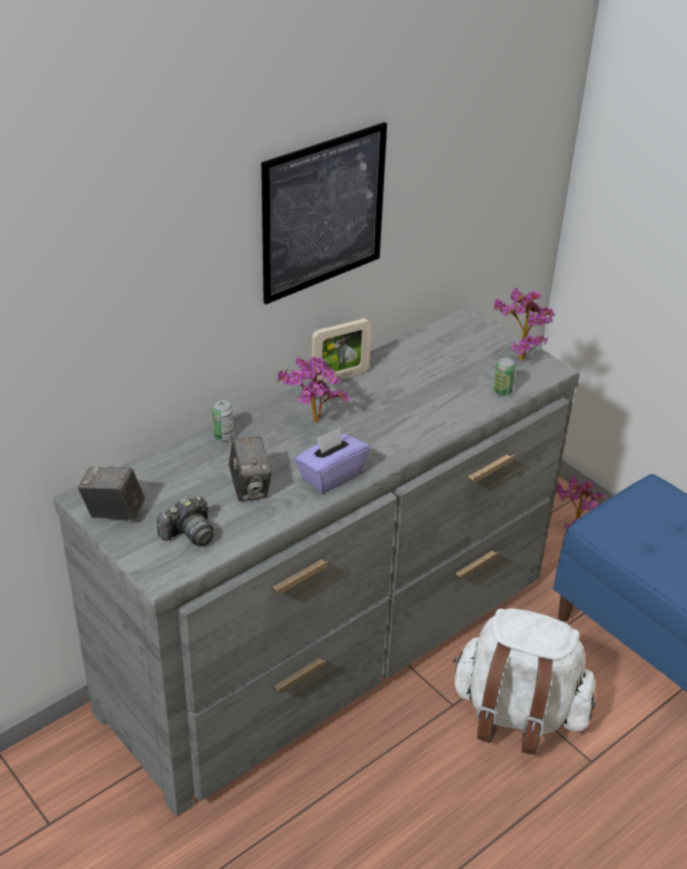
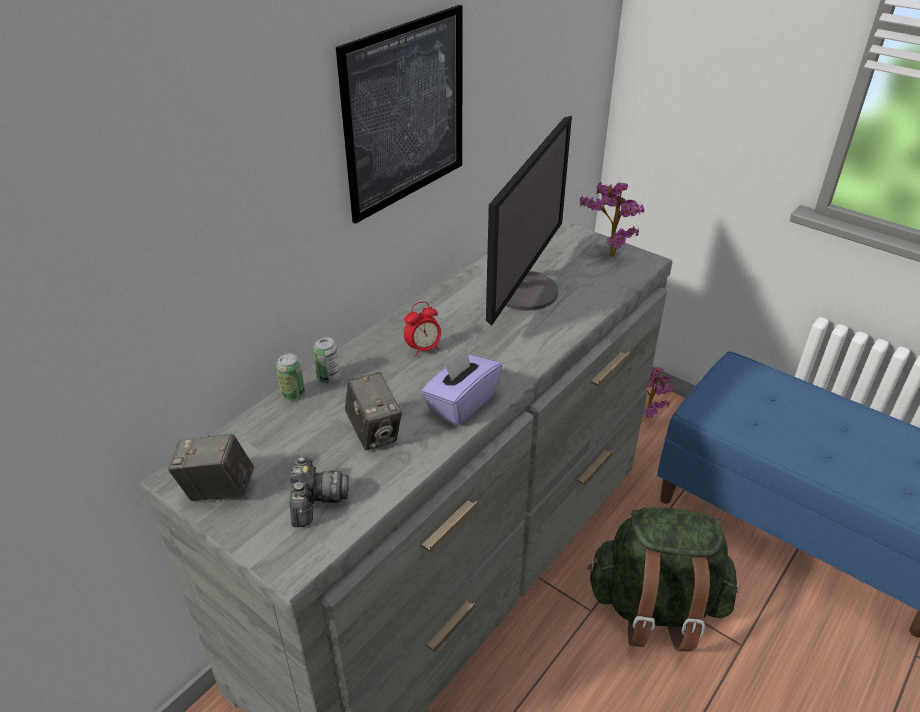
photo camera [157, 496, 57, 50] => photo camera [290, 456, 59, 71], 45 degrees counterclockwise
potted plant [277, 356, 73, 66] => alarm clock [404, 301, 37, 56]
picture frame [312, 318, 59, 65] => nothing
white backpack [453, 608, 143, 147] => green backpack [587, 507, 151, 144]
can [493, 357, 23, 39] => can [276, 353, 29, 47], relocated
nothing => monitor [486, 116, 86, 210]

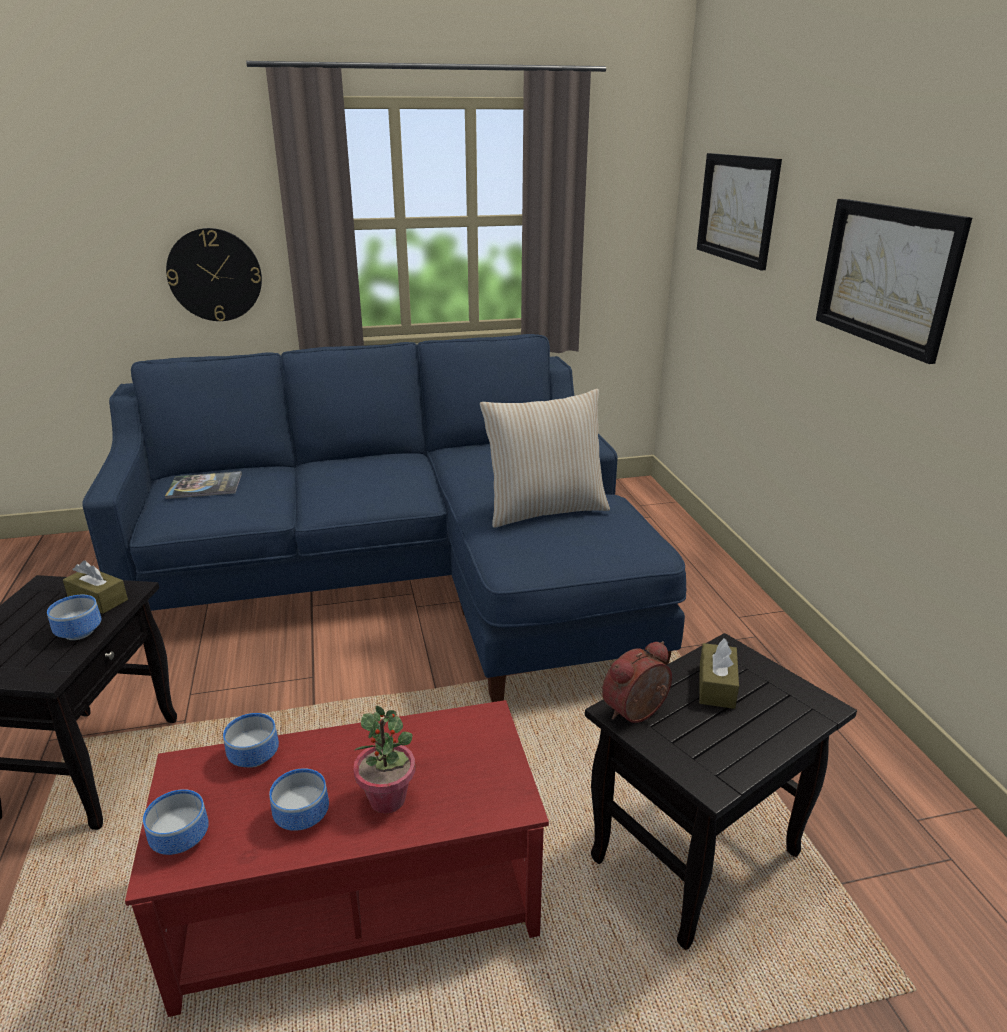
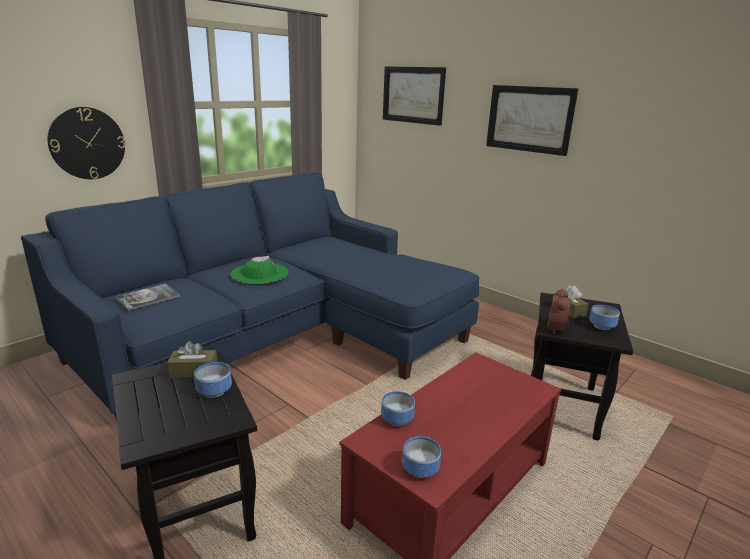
bowl [269, 768, 60, 63] => bowl [589, 305, 31, 25], relocated
potted plant [353, 706, 62, 107] => nothing
beige pillow [480, 389, 130, 139] => nothing
nothing => green hat [231, 256, 57, 28]

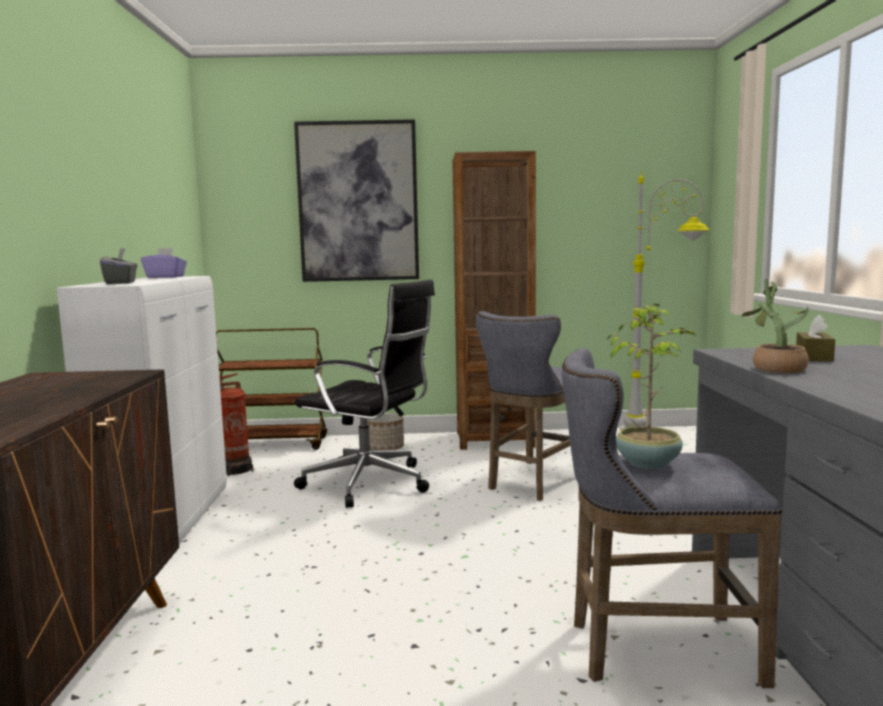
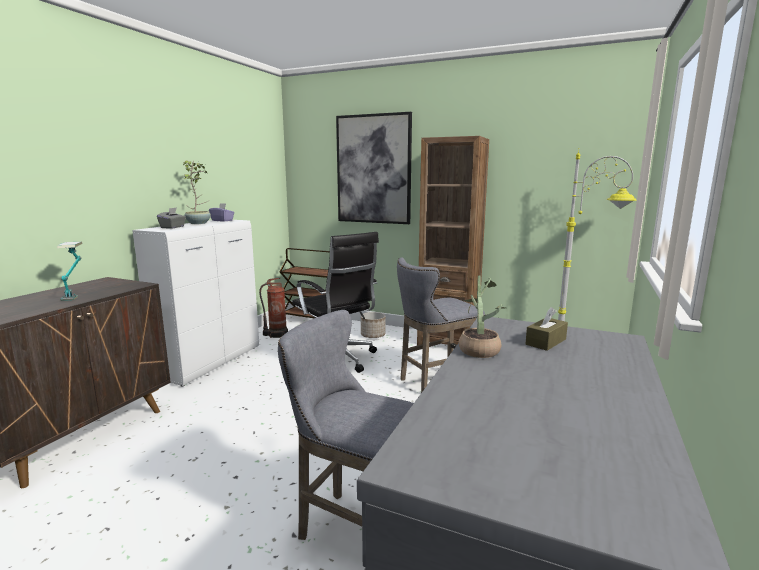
potted plant [607, 303, 88, 166] => potted plant [183, 160, 28, 64], relocated
nothing => table lamp [57, 242, 26, 59]

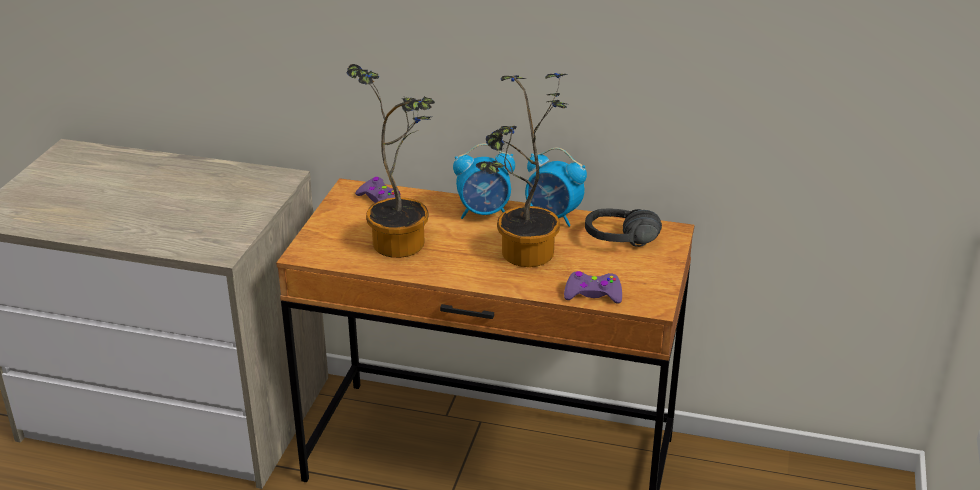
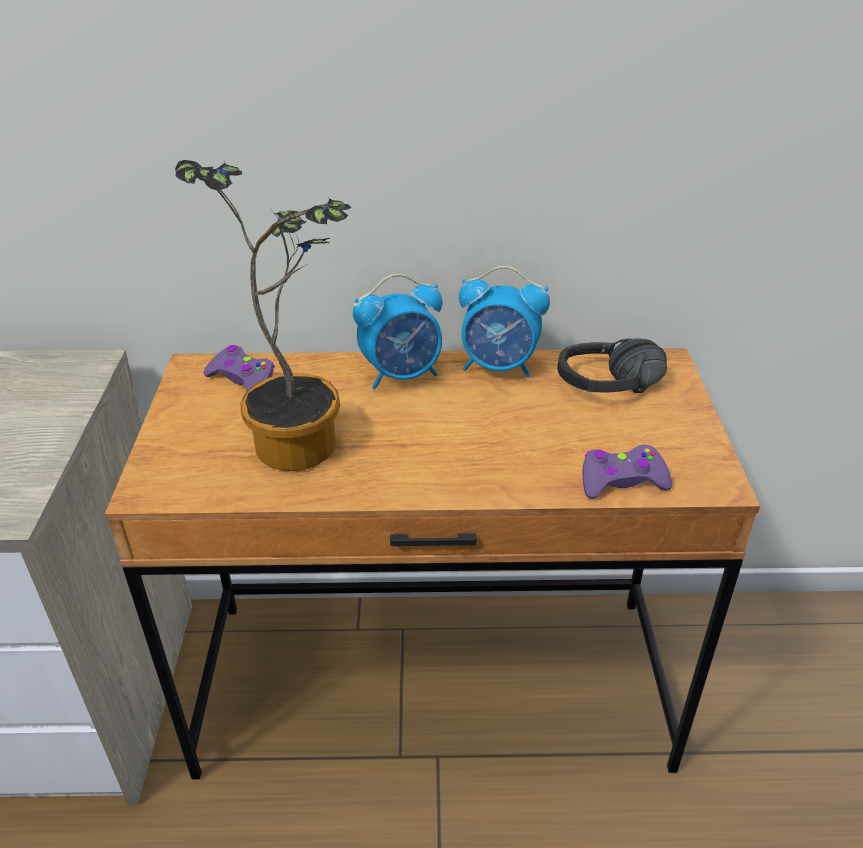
potted plant [476, 73, 92, 194] => nothing

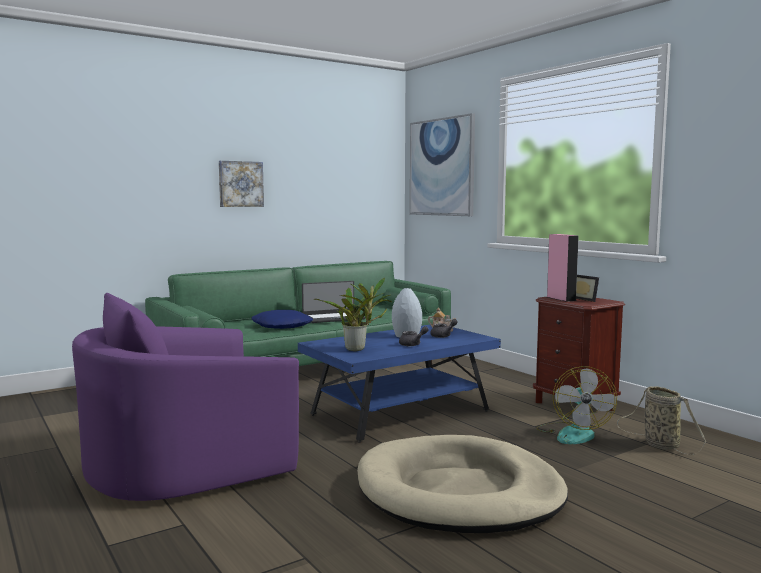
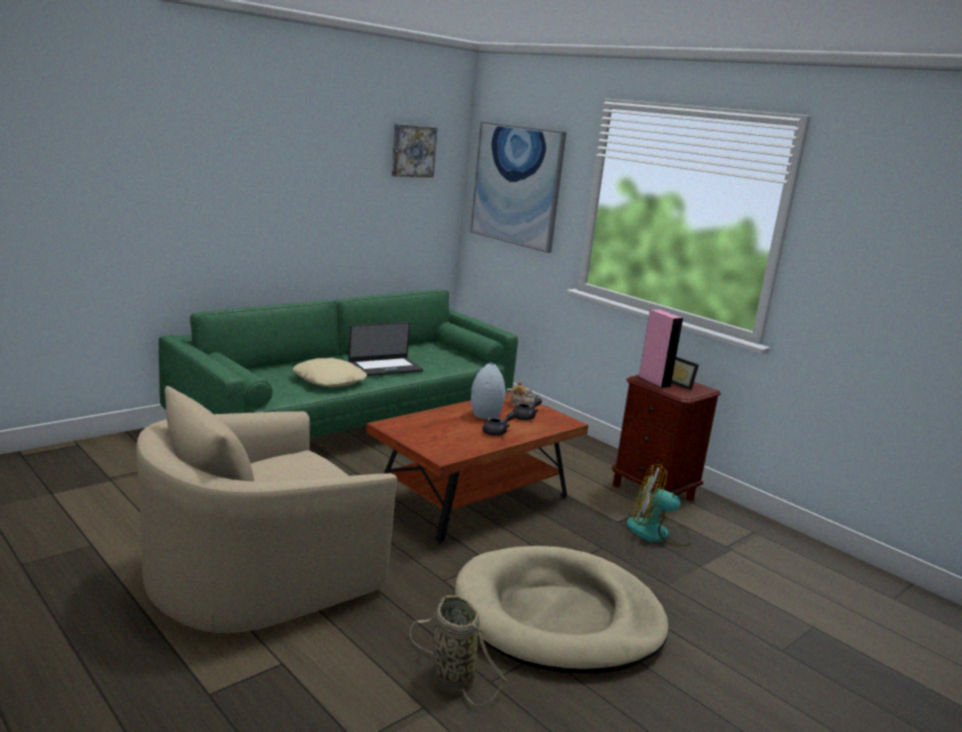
purple armchair [72, 293, 227, 208] => beige armchair [136, 386, 261, 247]
picture [219, 161, 45, 46] => picture [391, 124, 47, 54], relocated
blue pillow [251, 310, 62, 19] => beige pillow [293, 358, 74, 29]
blue coffee table [298, 324, 203, 119] => brown coffee table [366, 392, 222, 152]
potted plant [314, 278, 78, 73] => nothing
fan [536, 366, 81, 78] => fan [627, 464, 64, 82], 105 degrees clockwise
basket [617, 386, 89, 69] => basket [410, 595, 97, 111], relocated

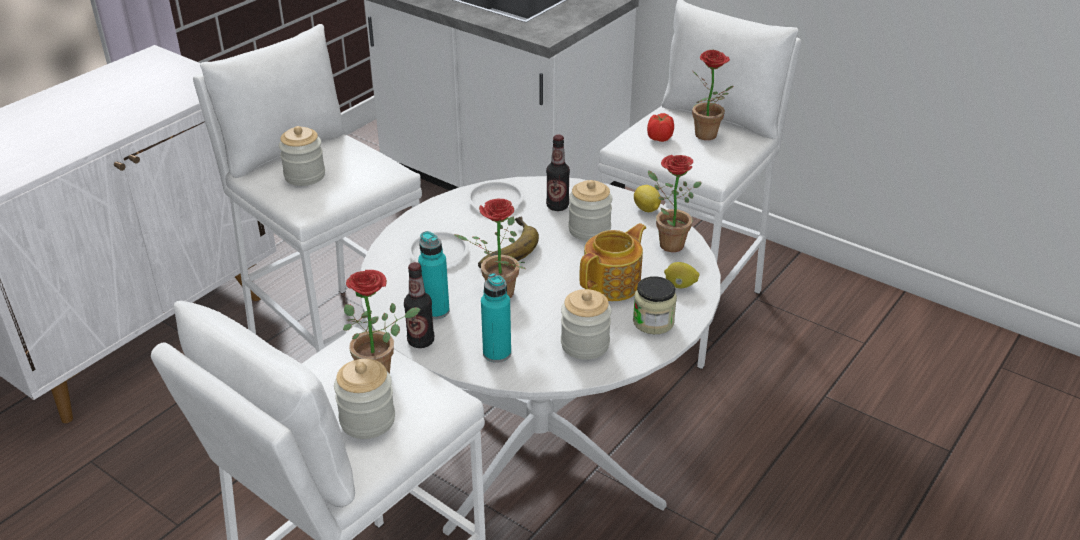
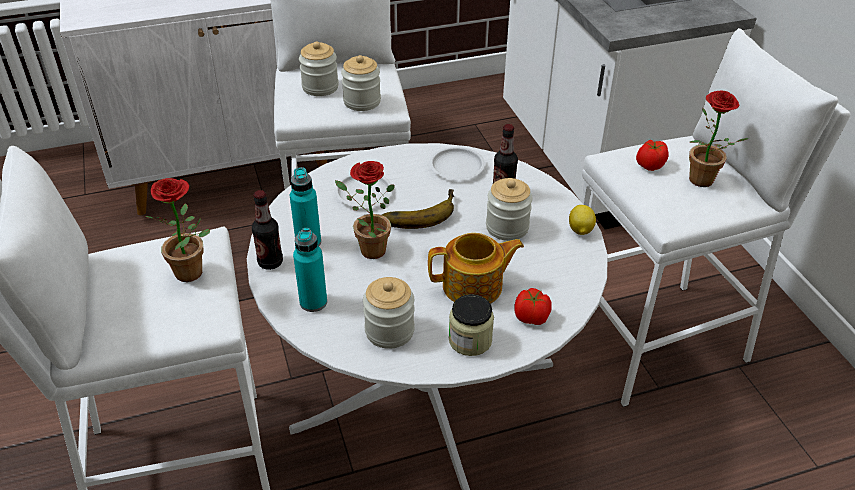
jar [334, 359, 61, 80] => jar [341, 55, 40, 56], relocated
potted plant [648, 155, 54, 97] => nothing
lemon [664, 262, 36, 26] => tomato [514, 288, 37, 37]

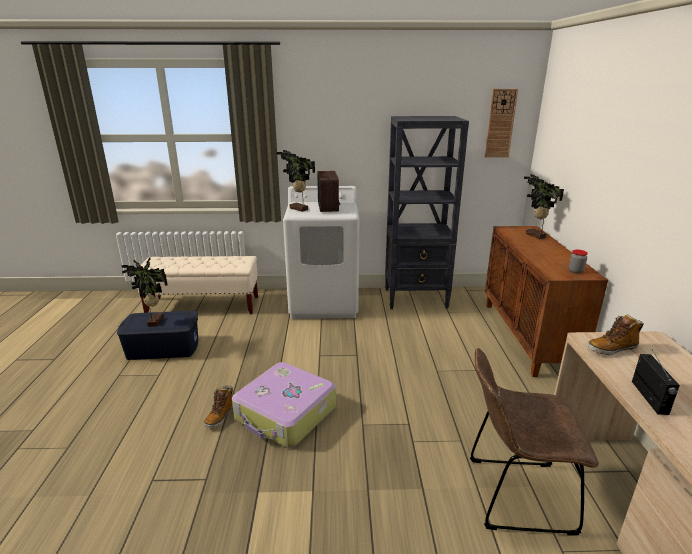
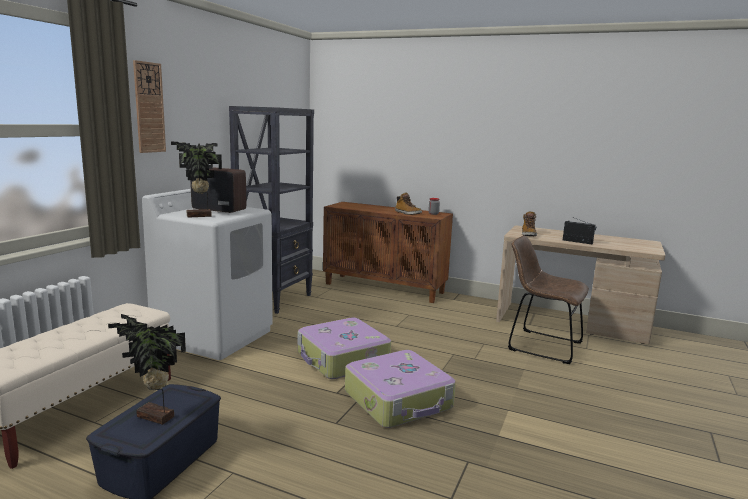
boot [204, 386, 29, 42] => boot [395, 192, 27, 23], relocated
brown chair [470, 348, 129, 187] => brown chair [508, 235, 81, 129], 90 degrees clockwise
wall clock [485, 89, 33, 69] => wall clock [133, 60, 33, 93], relocated
potted plant [524, 174, 40, 65] => nothing
nothing => suitcase [298, 317, 93, 62]

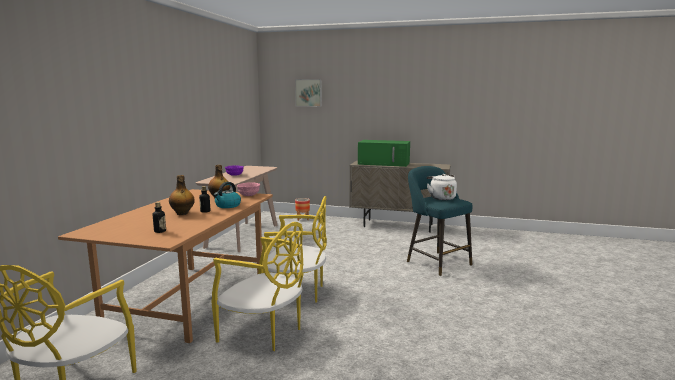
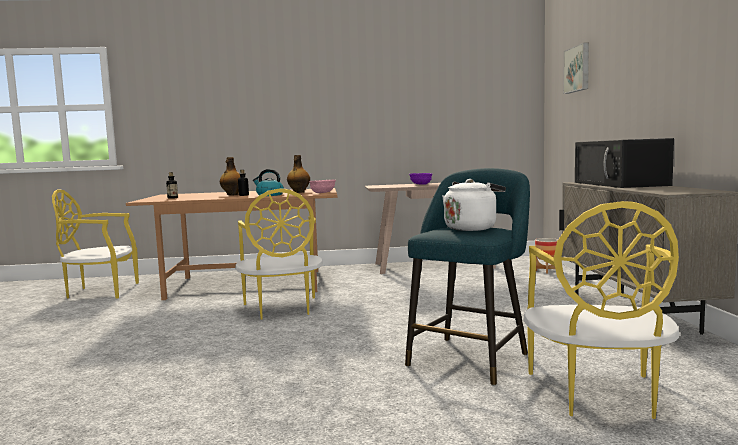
yellow chair [211, 222, 92, 129] => yellow chair [523, 201, 156, 218], relocated
green microwave [358, 140, 52, 27] => black microwave [575, 138, 99, 50]

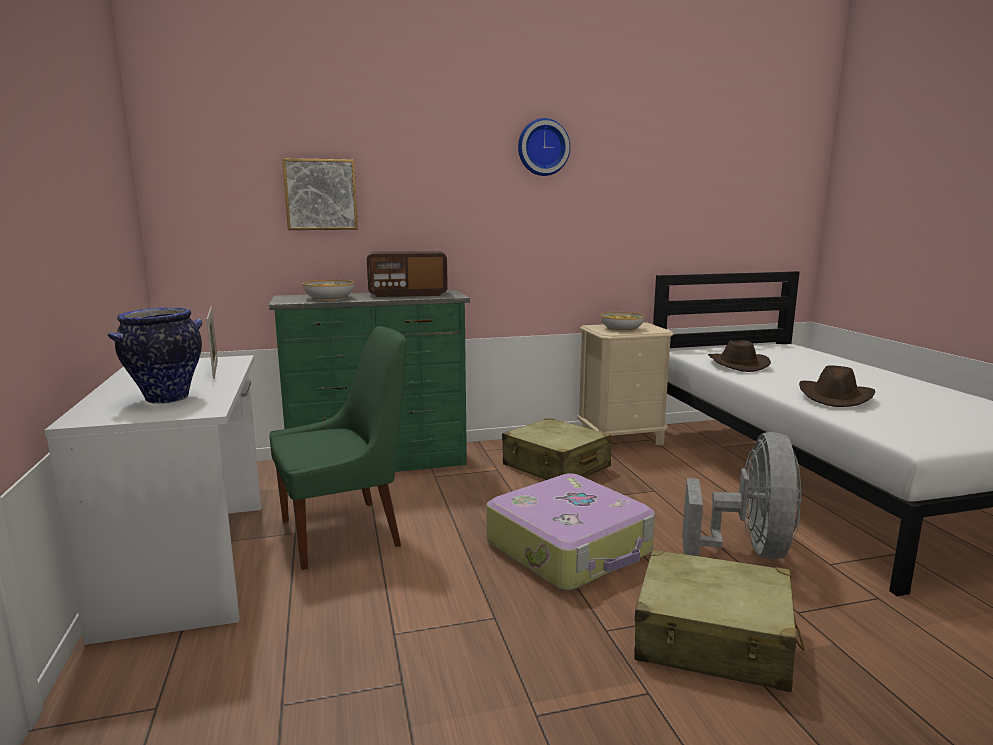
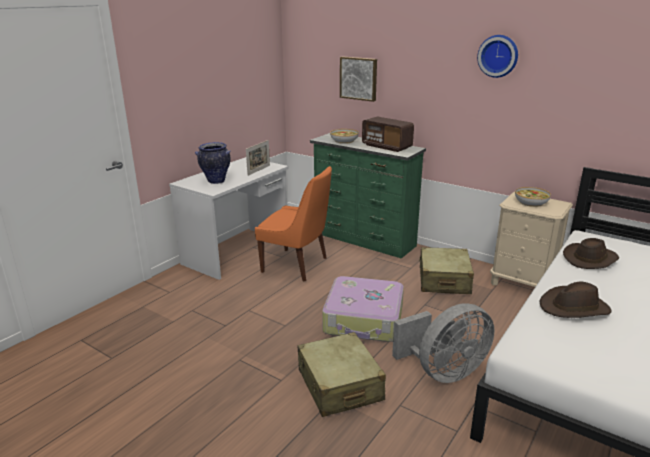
green chair [269, 326, 137, 244] => orange chair [255, 166, 77, 116]

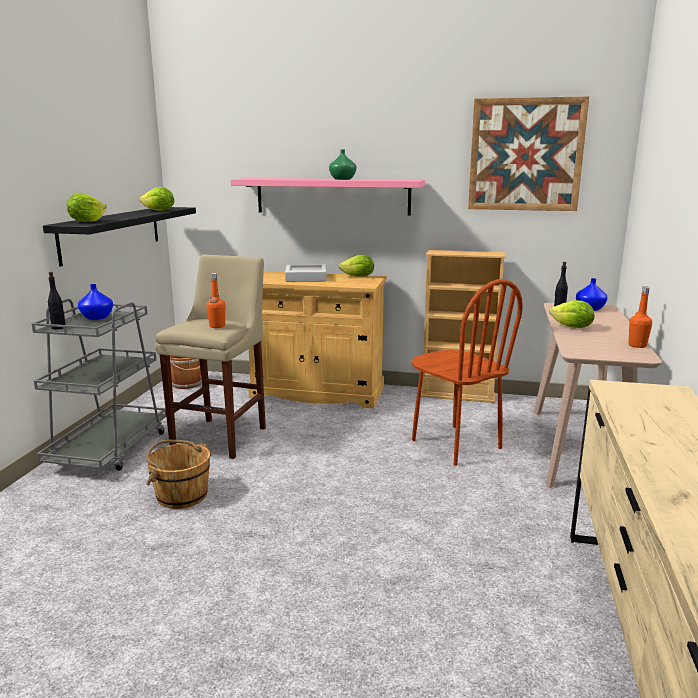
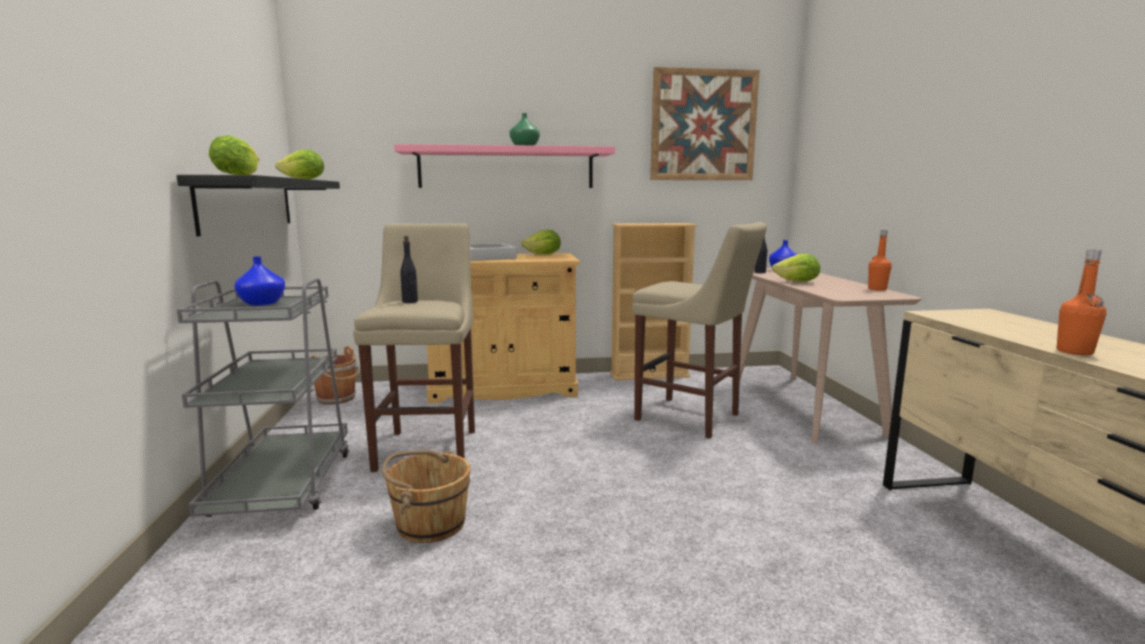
black bottle [48, 272, 18, 57] => black bottle [400, 236, 18, 67], relocated
orange bottle [206, 273, 19, 55] => orange bottle [1057, 250, 49, 105], relocated
brown chair [412, 279, 111, 187] => beige stool [632, 222, 135, 217]

